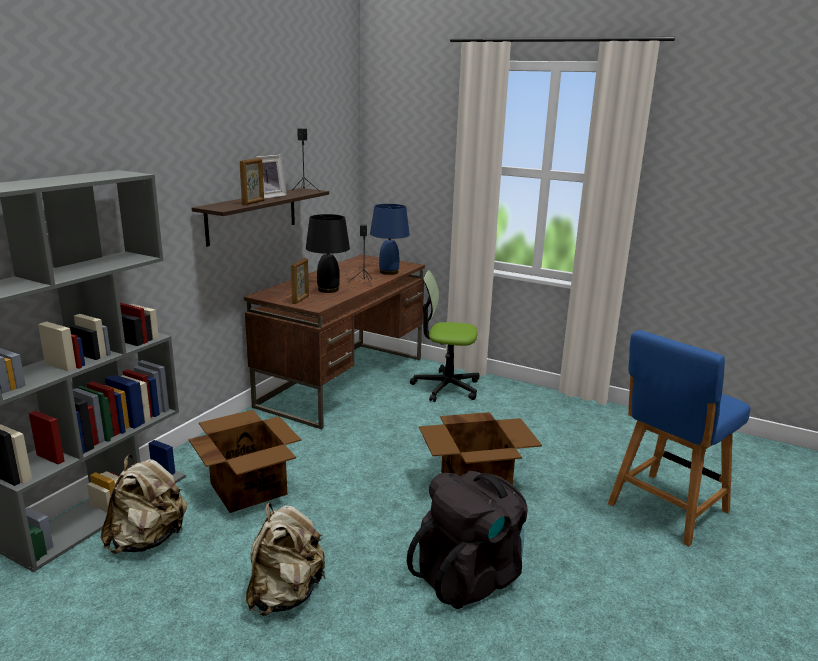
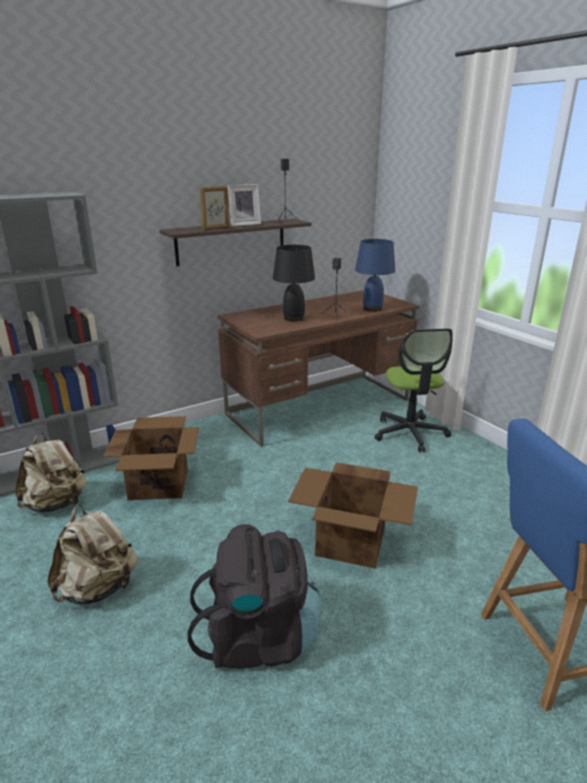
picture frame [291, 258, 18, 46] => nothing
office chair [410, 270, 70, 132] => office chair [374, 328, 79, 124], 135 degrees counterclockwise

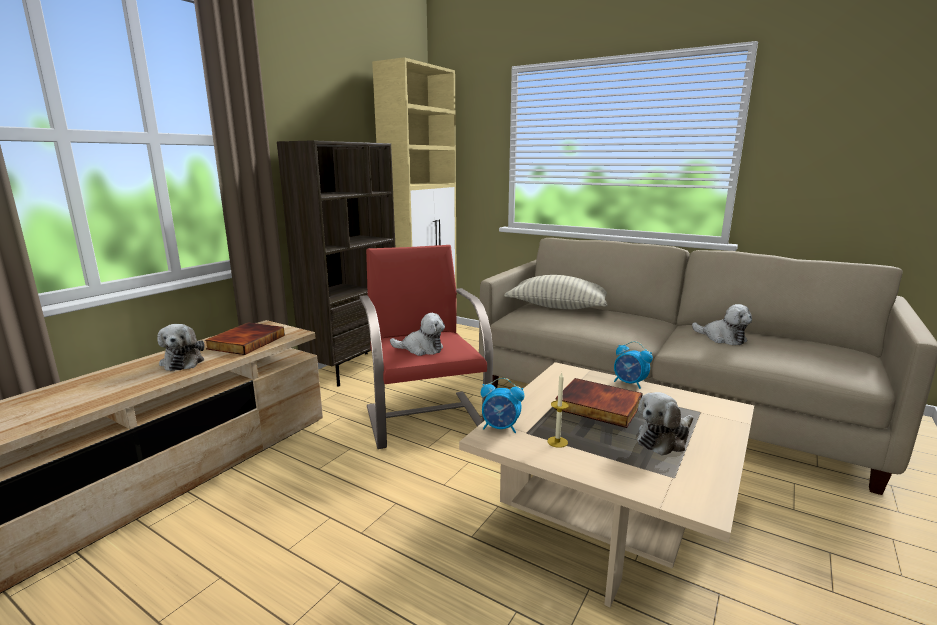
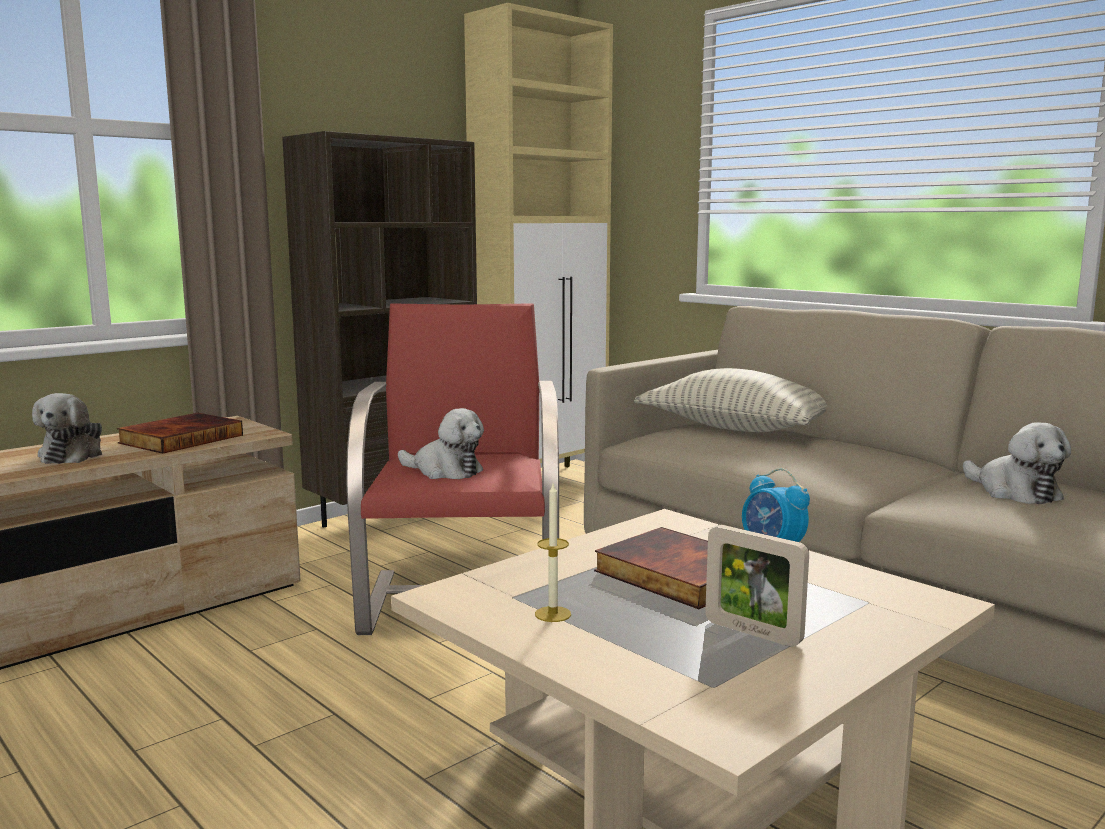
alarm clock [481, 378, 43, 55] => nothing
plush toy [637, 392, 56, 64] => picture frame [705, 525, 104, 122]

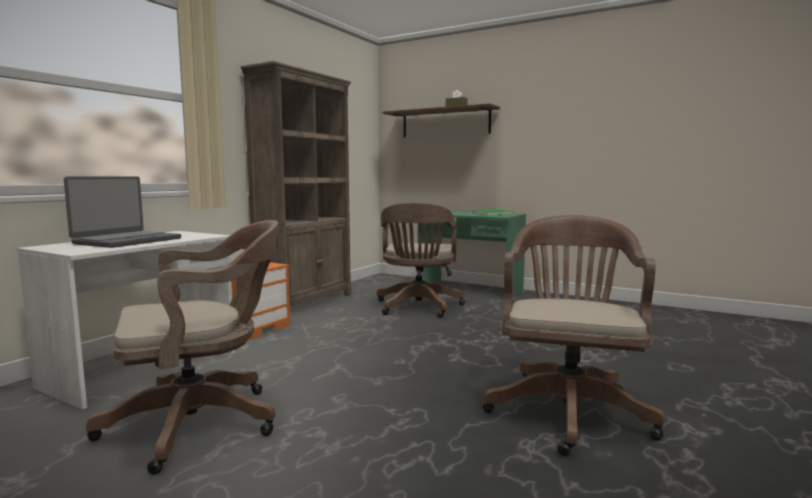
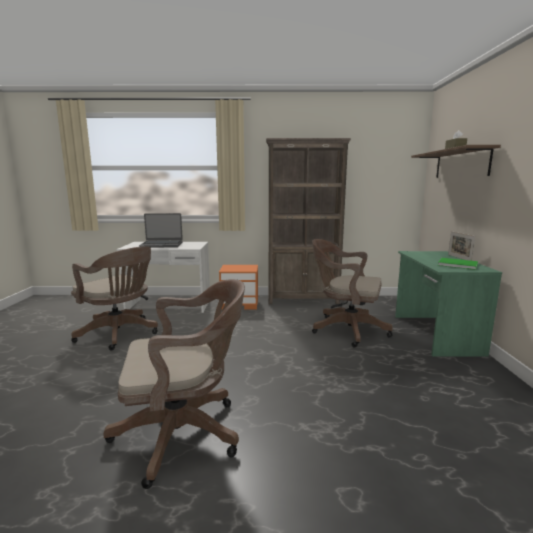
brown office chair [377, 203, 88, 115] => brown office chair [312, 239, 81, 109], 45 degrees clockwise
nothing => picture frame [448, 231, 27, 30]

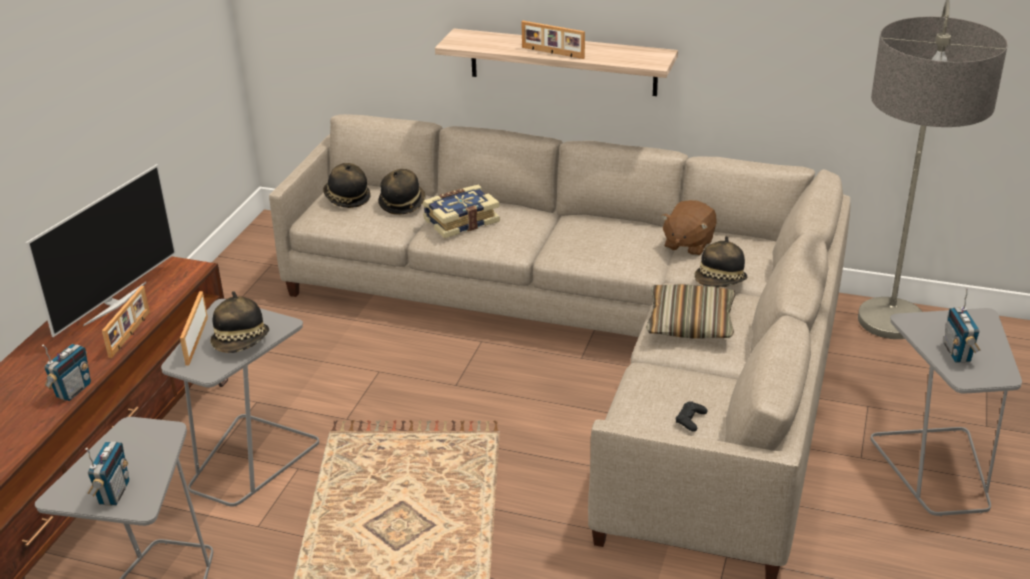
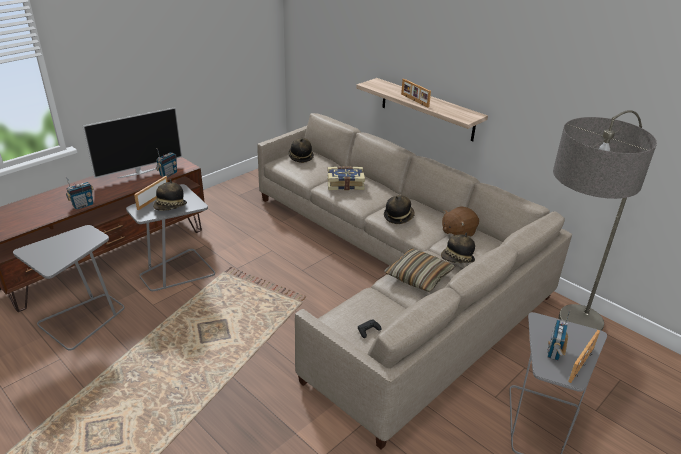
radio [85, 442, 44, 64] => radio [156, 148, 21, 29], relocated
picture frame [102, 286, 48, 72] => picture frame [568, 330, 32, 53], relocated
hat [378, 169, 47, 46] => hat [384, 195, 31, 29], relocated

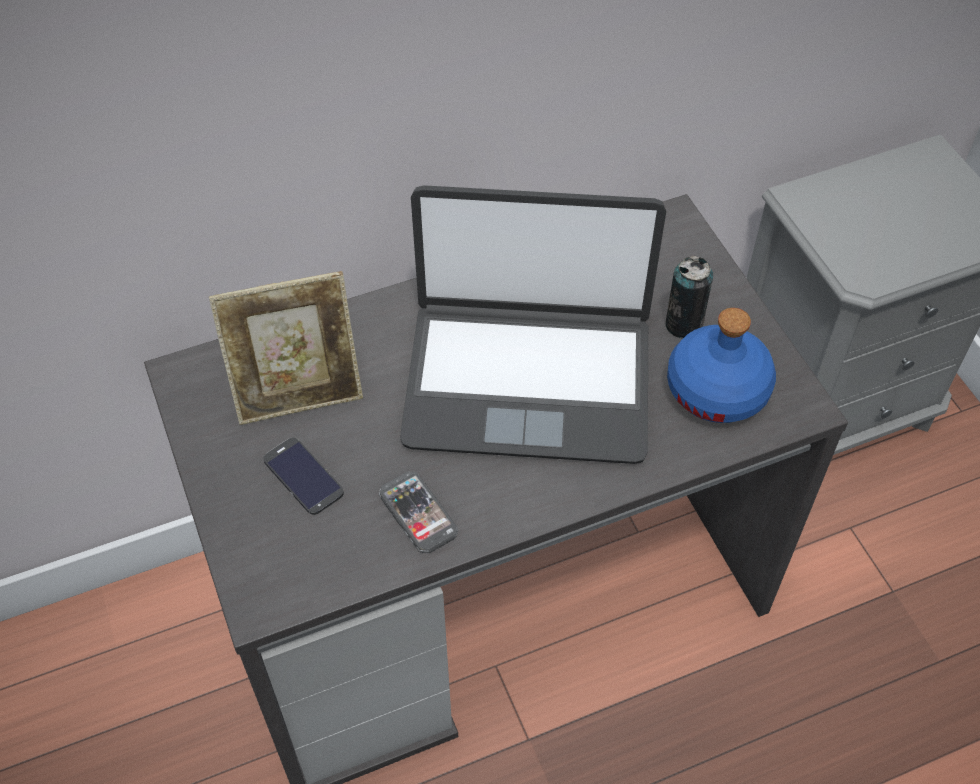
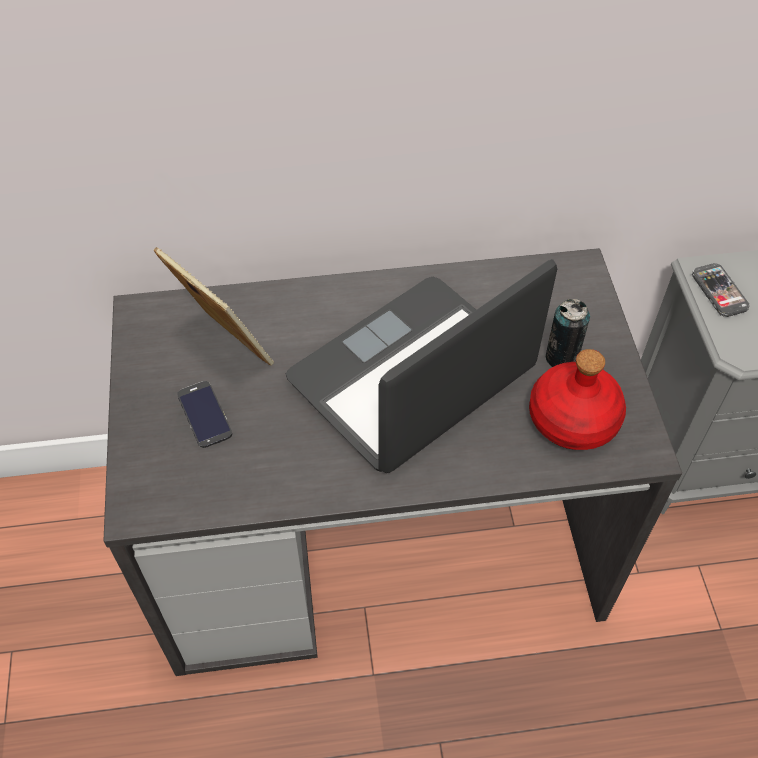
picture frame [209, 271, 154, 154] => picture frame [154, 247, 120, 119], 135 degrees counterclockwise
phone [379, 471, 79, 82] => phone [692, 263, 58, 54], relocated
laptop [400, 185, 266, 279] => laptop [286, 259, 271, 214], 120 degrees clockwise
blue bottle [667, 308, 109, 115] => red bottle [529, 349, 97, 101]

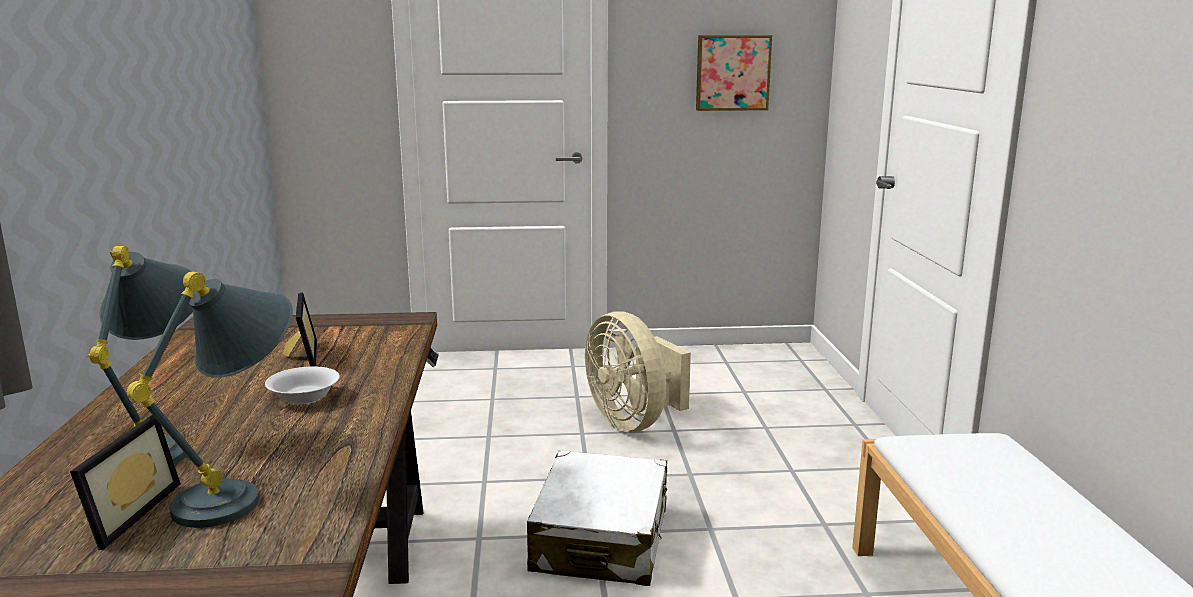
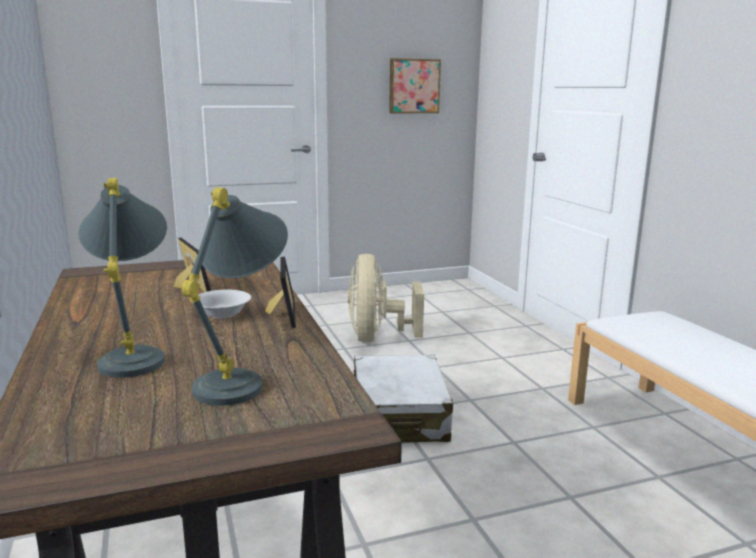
picture frame [70, 415, 111, 135] => picture frame [265, 257, 31, 71], relocated
beige fan [585, 311, 106, 121] => beige fan [347, 254, 77, 88], 45 degrees clockwise

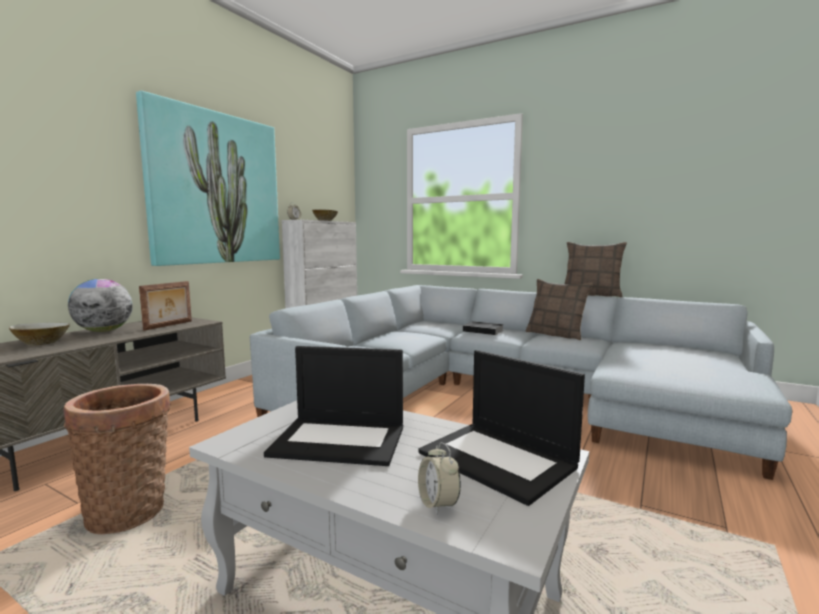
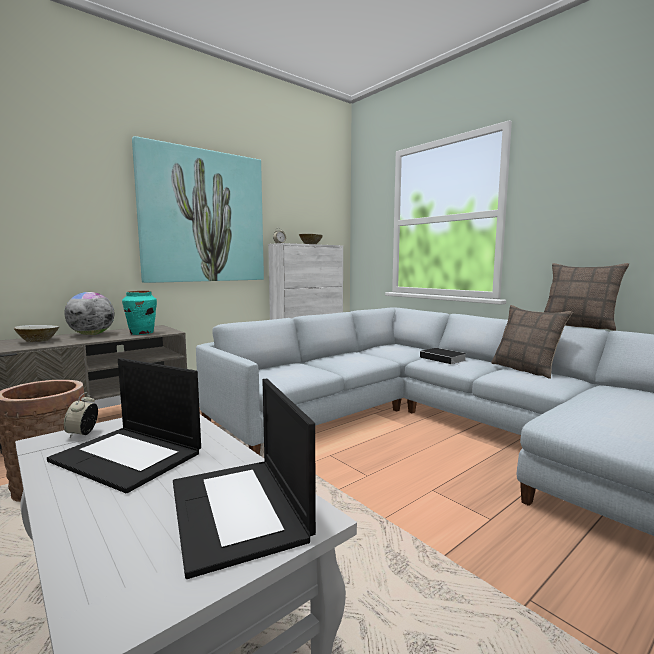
picture frame [139, 281, 53, 50] => turquoise vase [122, 291, 35, 44]
alarm clock [418, 442, 43, 73] => alarm clock [64, 392, 34, 46], relocated

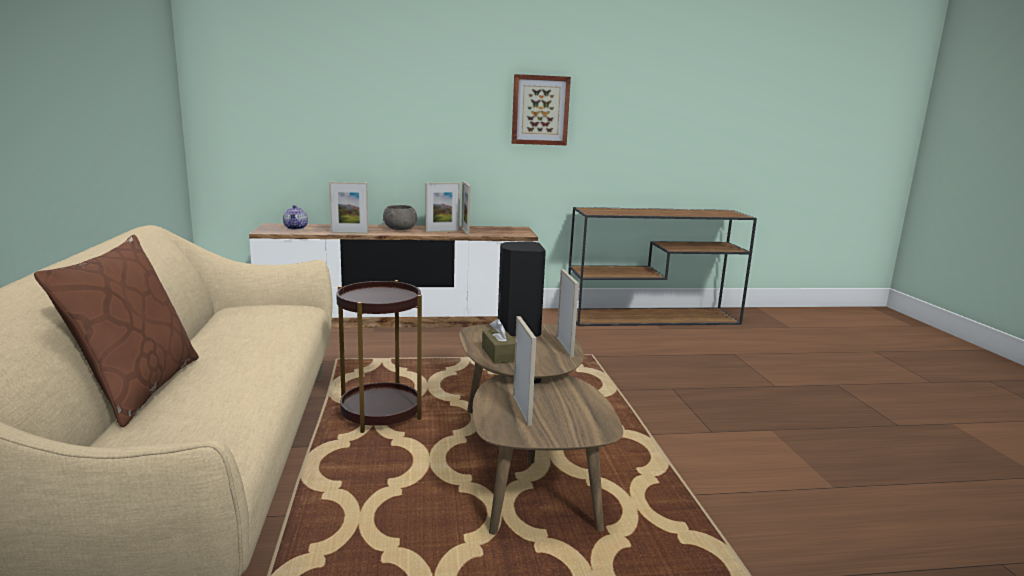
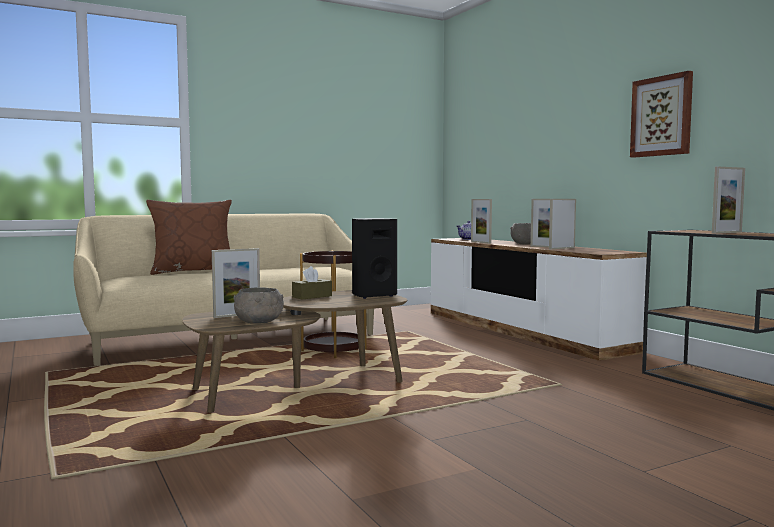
picture frame [557, 269, 22, 88] => picture frame [712, 166, 33, 68], relocated
nothing => grey bowl [233, 287, 51, 37]

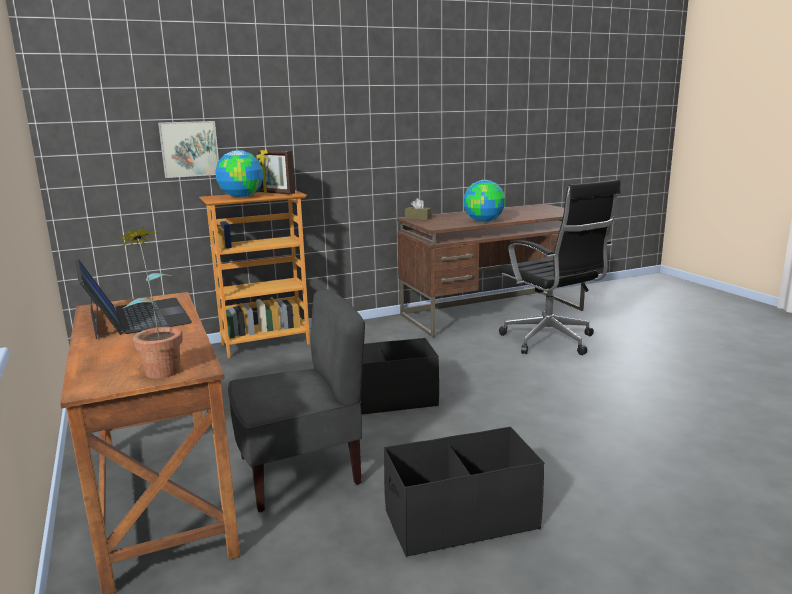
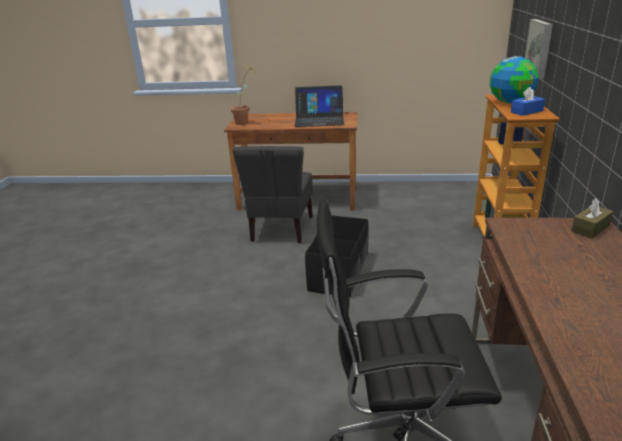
picture frame [256, 149, 39, 45] => blue tissue box [511, 87, 34, 29]
black storage box [384, 427, 160, 130] => nothing
globe [463, 180, 42, 42] => nothing

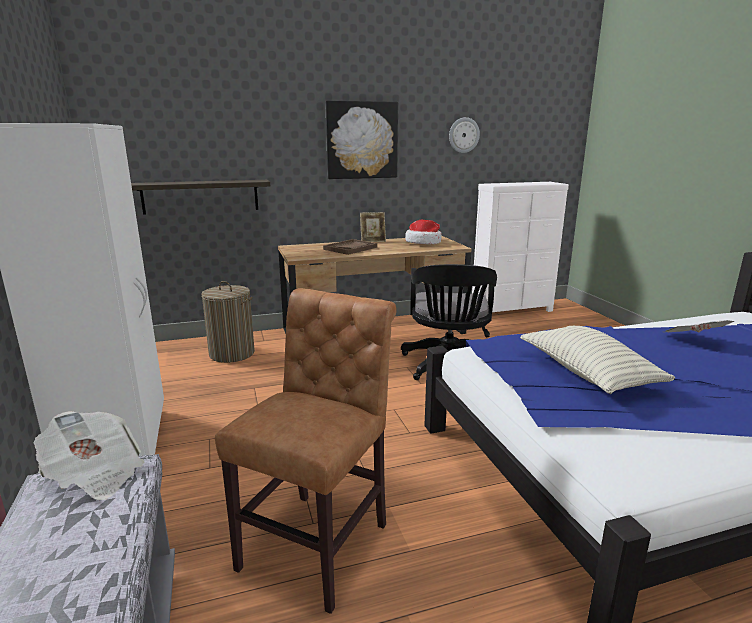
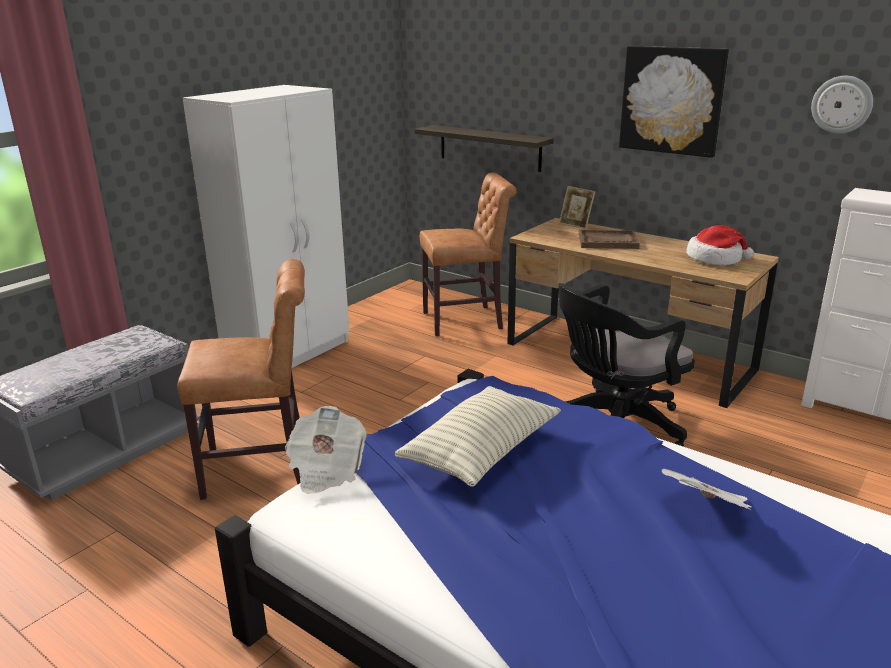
newspaper [34, 411, 110, 89] => newspaper [285, 406, 82, 88], relocated
laundry basket [202, 281, 53, 82] => brown chair [420, 172, 97, 165]
picture frame [360, 212, 26, 30] => picture frame [559, 186, 36, 43], relocated

